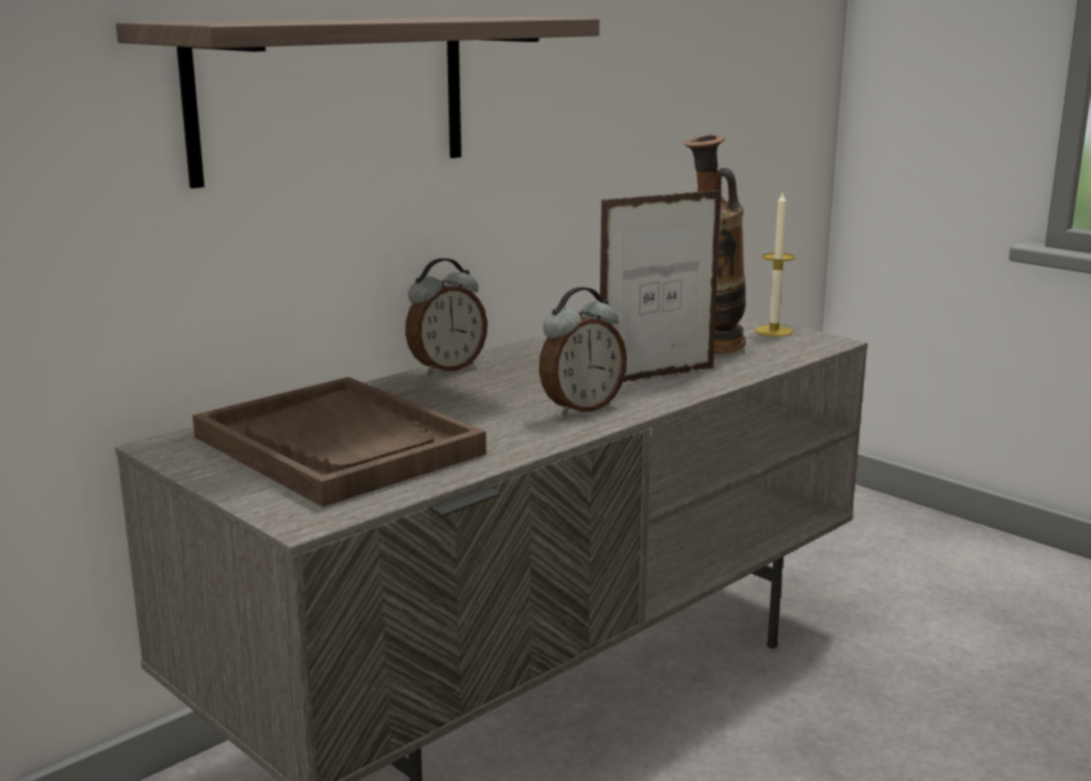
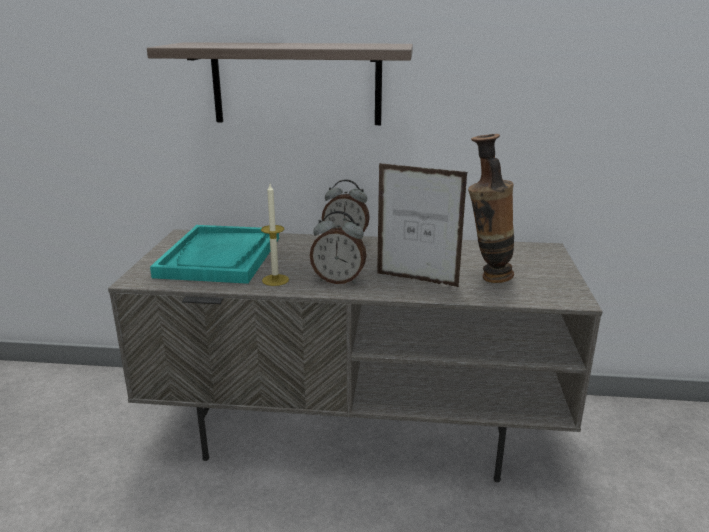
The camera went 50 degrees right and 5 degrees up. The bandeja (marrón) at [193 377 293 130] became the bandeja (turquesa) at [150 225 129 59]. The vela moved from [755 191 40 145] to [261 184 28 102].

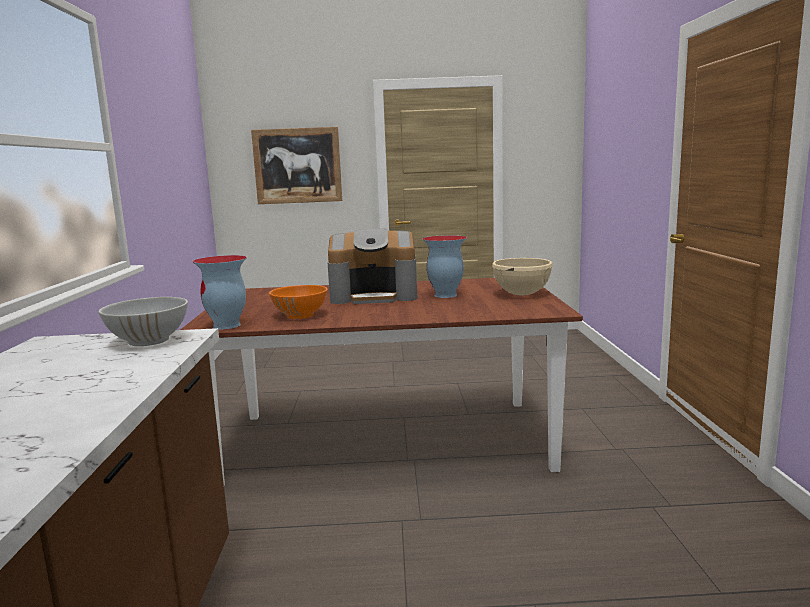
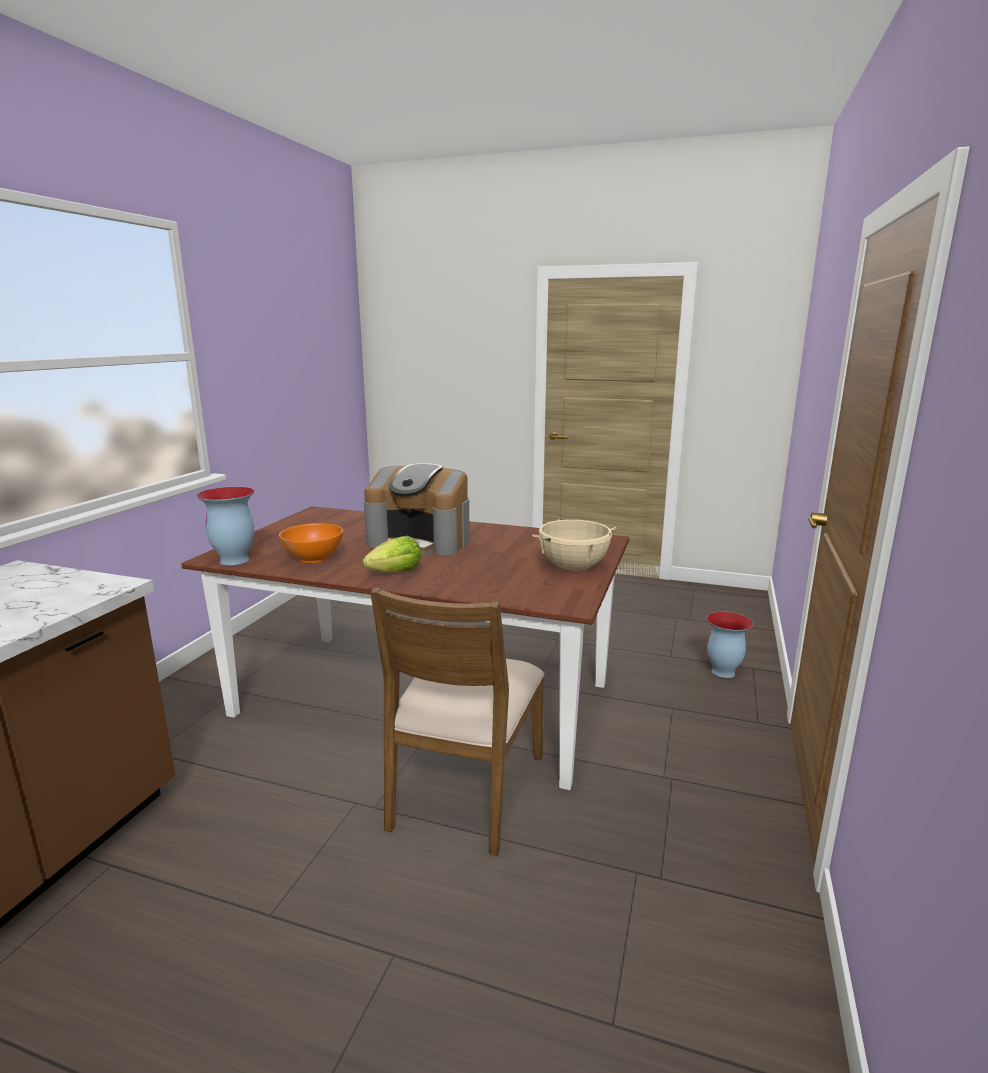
The camera went 20 degrees right and 5 degrees up. The cuenco (blanco) at [98 297 90 49] disappeared. The cuadro at [251 127 91 77] disappeared. The florero moved from [422 235 45 63] to [707 611 46 67]. The lechuga at [363 536 58 36] appeared. The silla (marrón) at [370 588 174 268] appeared.

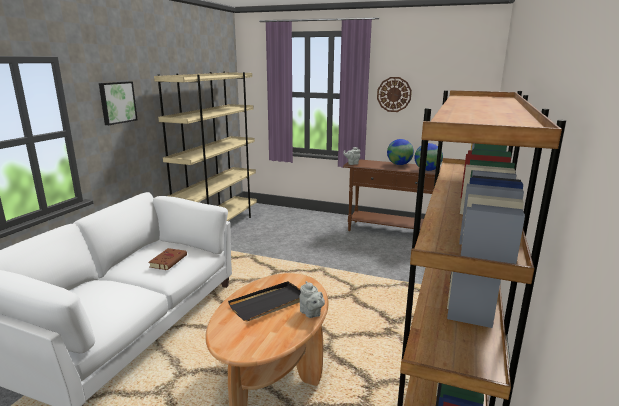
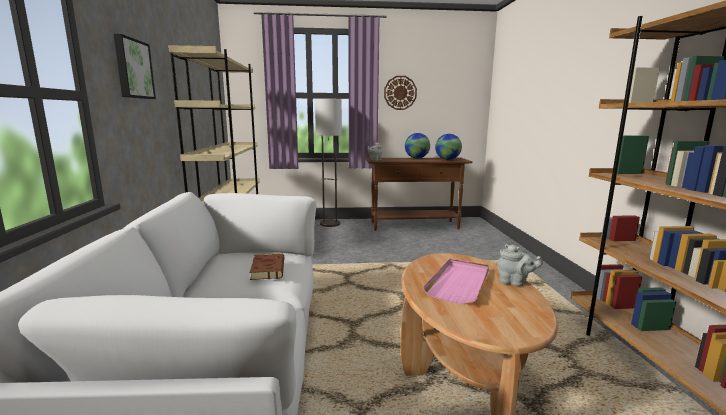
The camera went 25 degrees left and 5 degrees down. The bandeja (negro) at [228 281 73 41] became the bandeja (rosa) at [423 259 66 45]. The lámpara de pie at [315 98 27 129] appeared.

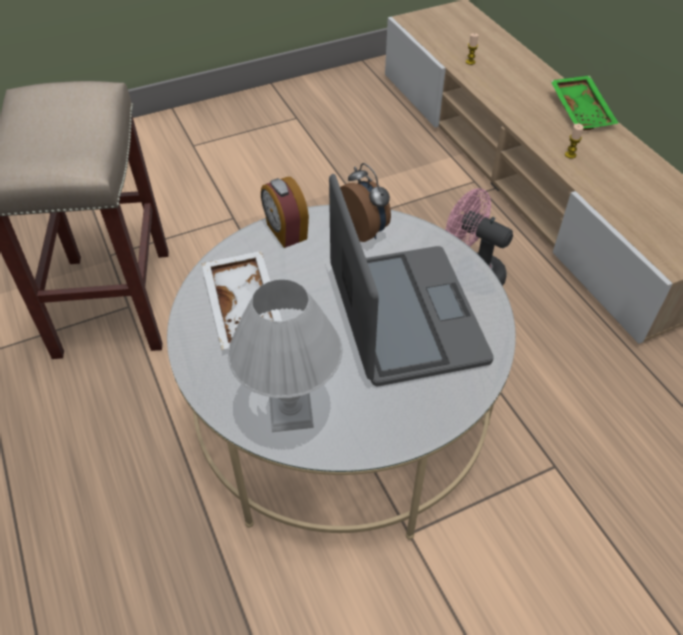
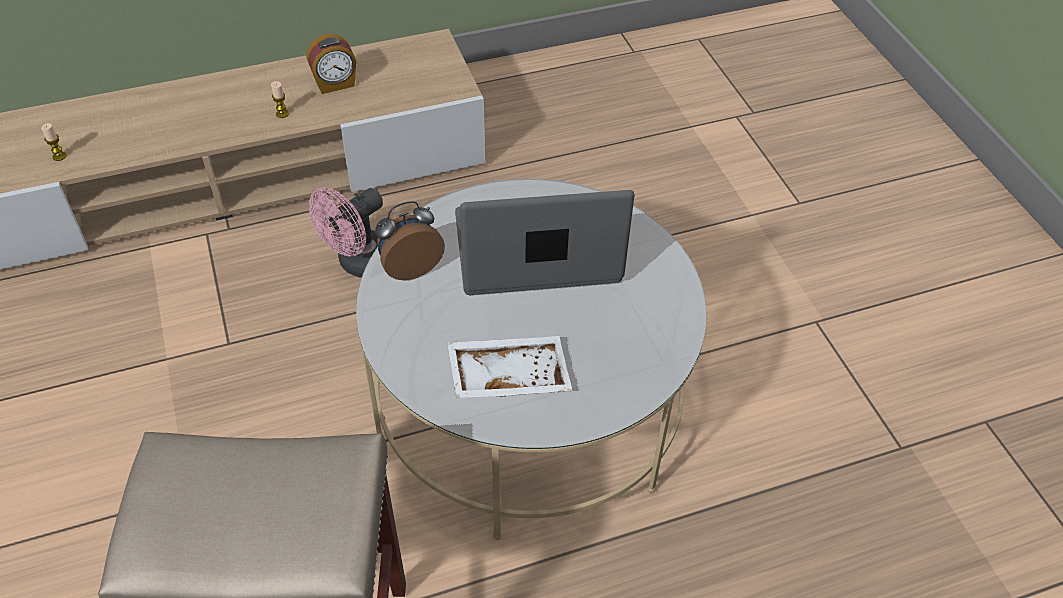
The camera went 85 degrees left and 0 degrees up. The lámpara de mesa (blanco) at [228 279 114 153] disappeared. The despertador moved from [261 177 48 71] to [306 34 50 60]. The bandeja (verde) at [550 75 68 55] disappeared.

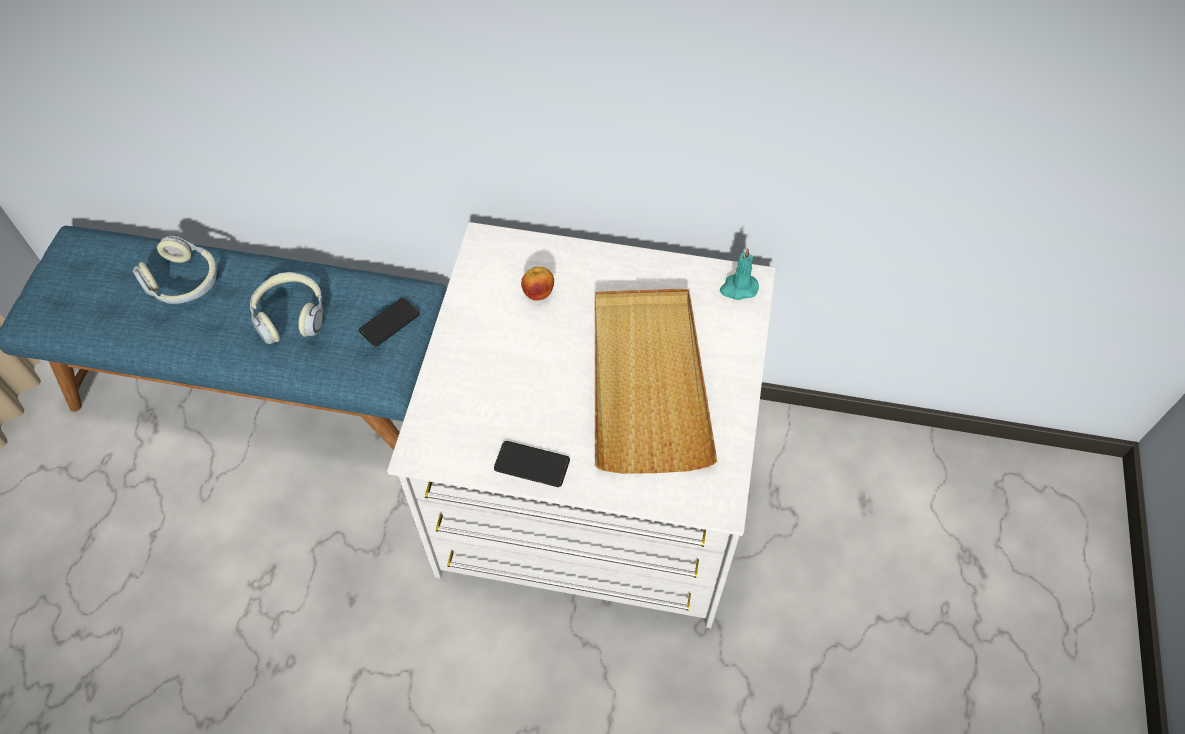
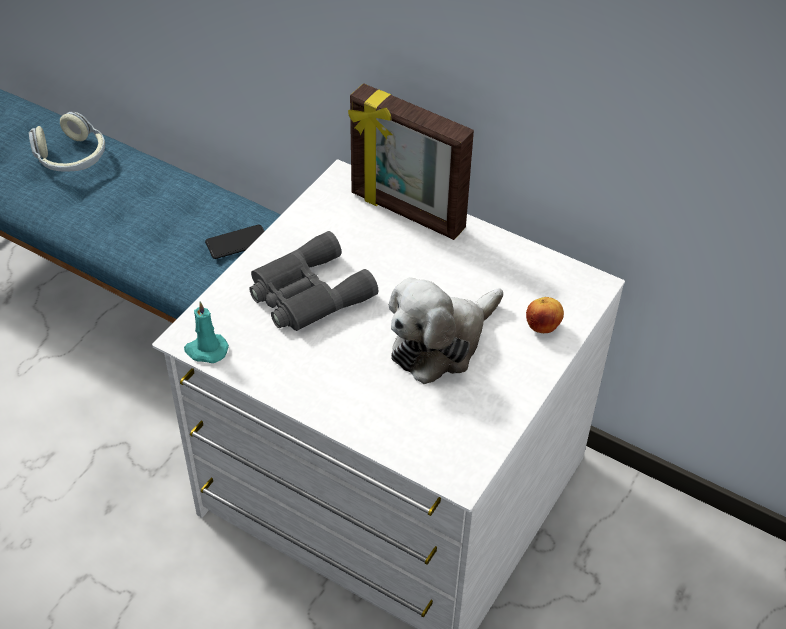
The camera went 20 degrees right and 10 degrees down. The auriculares at [250 272 73 72] disappeared. The móvil at [494 441 76 46] disappeared. The manzana moved from [521 267 33 34] to [526 297 38 36]. The bandeja (beis) at [595 289 122 185] was replaced by the peluche at [389 277 114 107]. The vela (turquesa) moved from [720 248 39 52] to [184 301 45 62]. The prismáticos (gris) at [250 231 128 100] appeared. The portarretratos at [348 83 126 157] appeared.

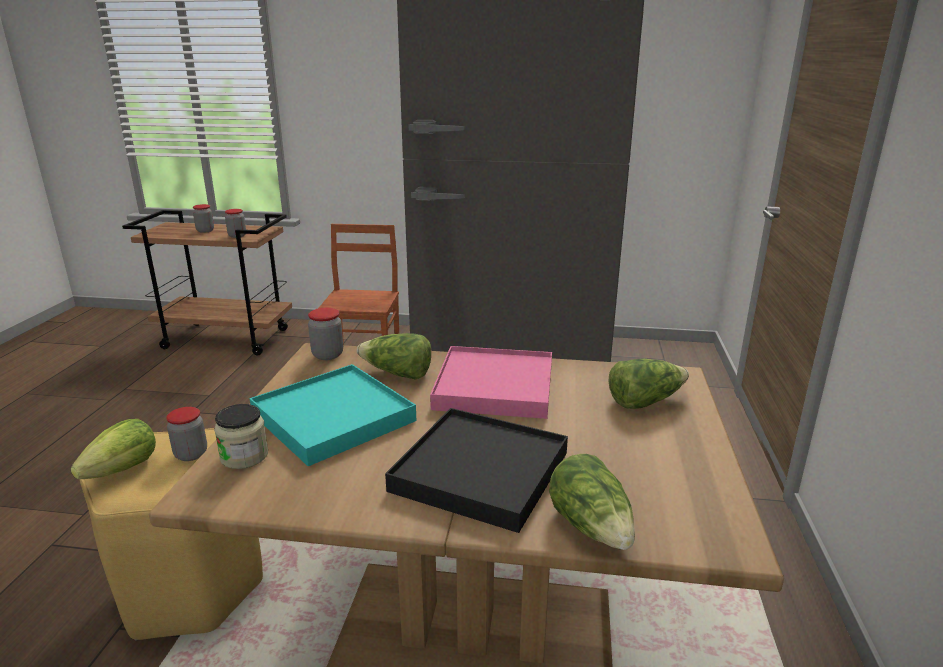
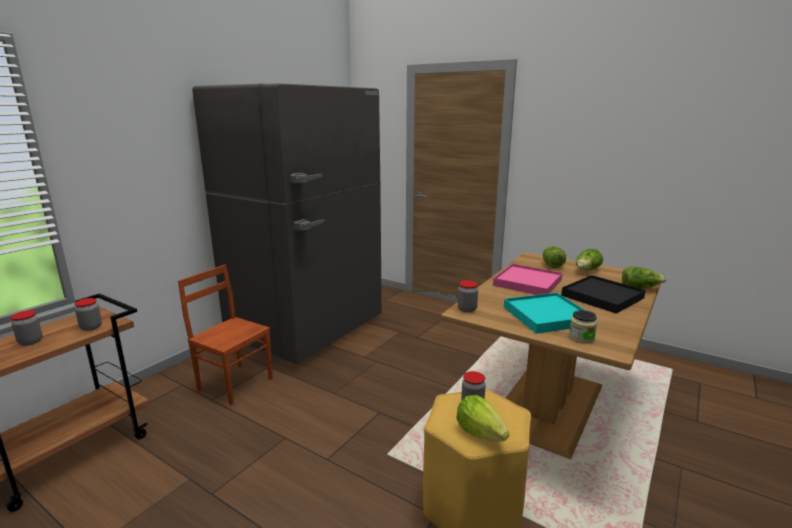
The camera went 65 degrees left and 5 degrees down. The lechuga moved from [357 333 74 47] to [576 249 27 21].

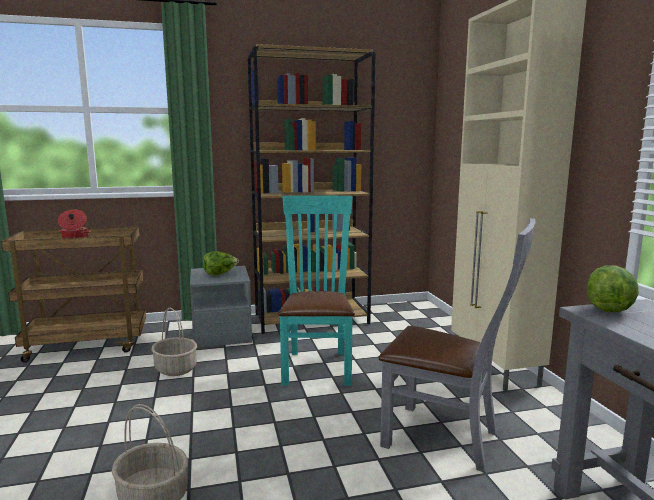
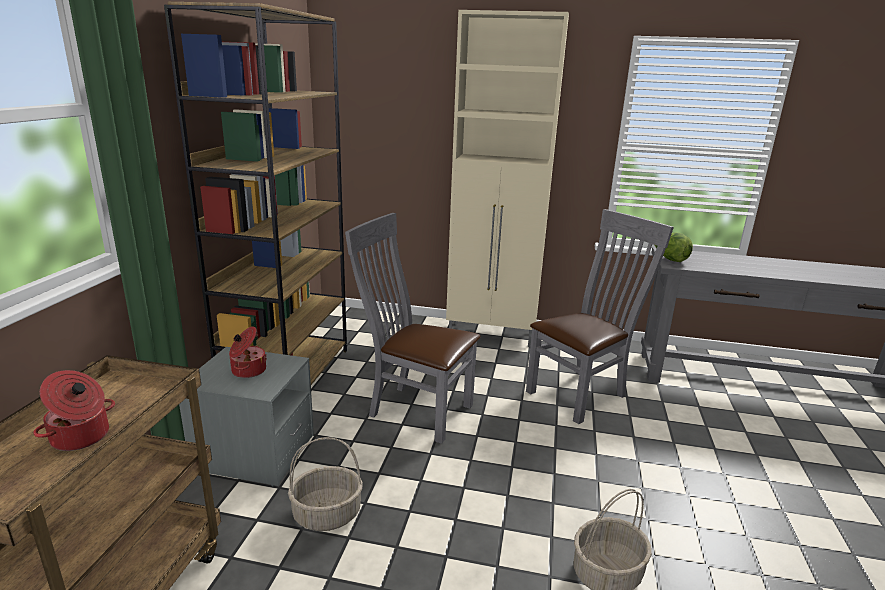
The camera went 65 degrees left and 10 degrees up. The lechuga at [203 251 36 25] was replaced by the olla at [229 327 38 51]. The silla (turquesa) at [278 196 77 190] became the silla (gris) at [345 213 136 231].

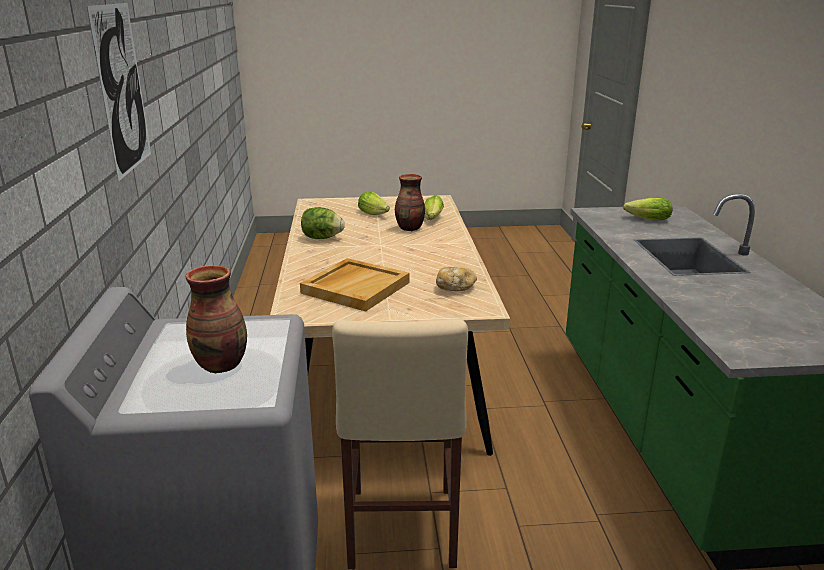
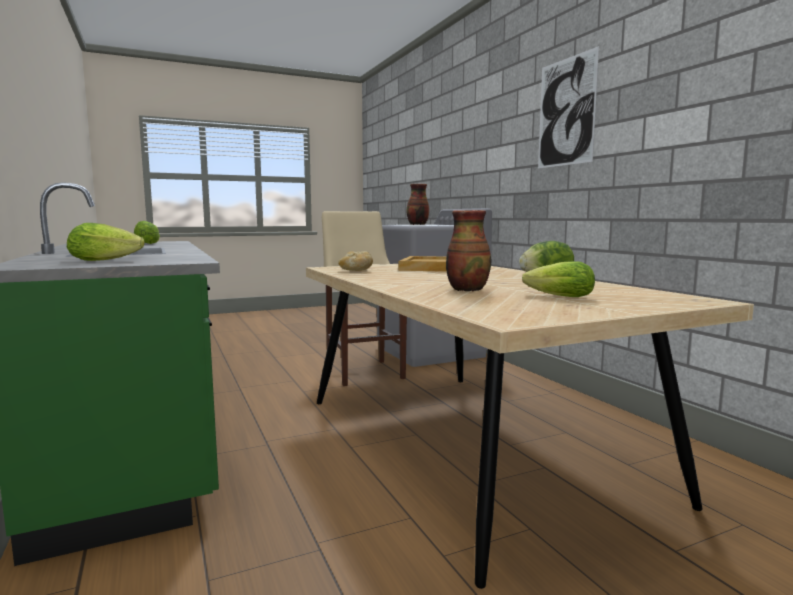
The camera went 160 degrees right and 15 degrees down. The lechuga moved from [424 195 20 25] to [134 221 26 23].

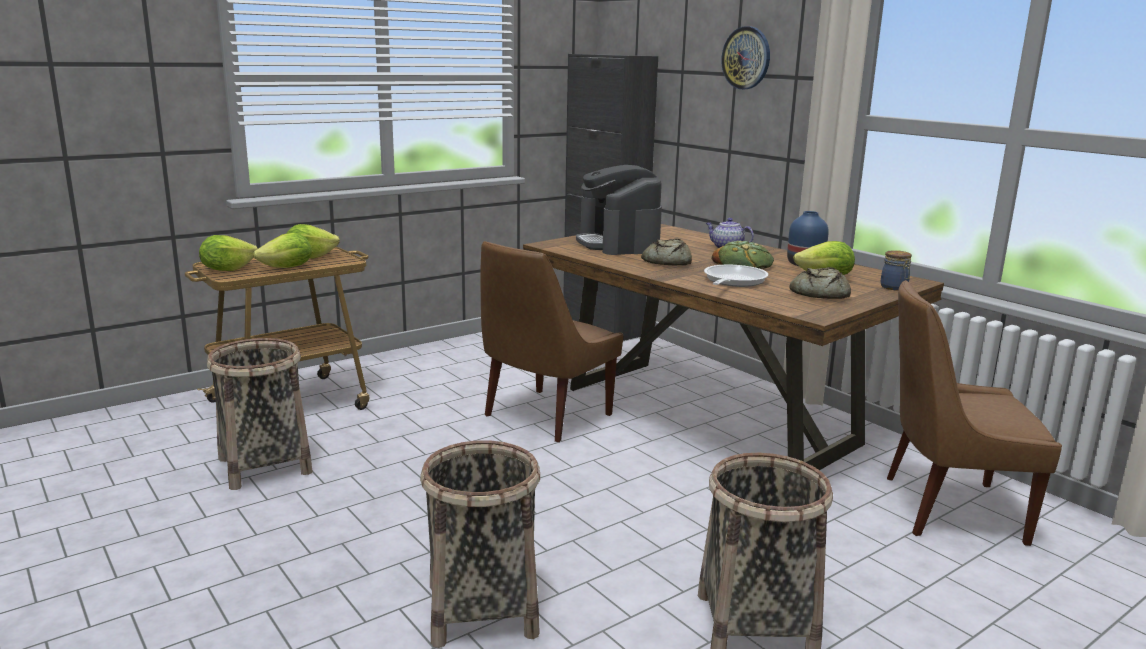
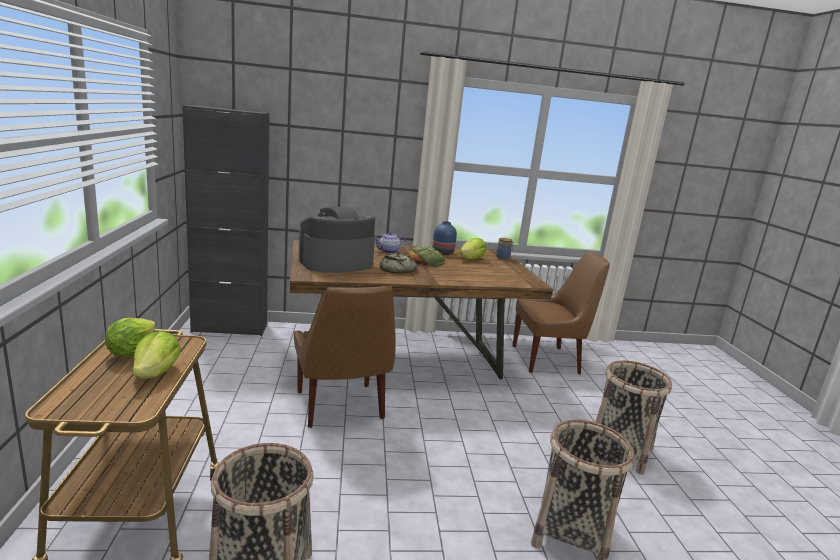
The camera went 60 degrees left and 0 degrees up. The lechuga at [199 235 59 36] disappeared. The cafetera at [576 165 86 90] turned 135 degrees clockwise. The sartén at [704 265 64 22] disappeared. The reloj de pared at [721 26 49 63] disappeared. The pan at [789 267 62 32] disappeared. The silla (marrón) at [887 280 175 266] turned 135 degrees counterclockwise.

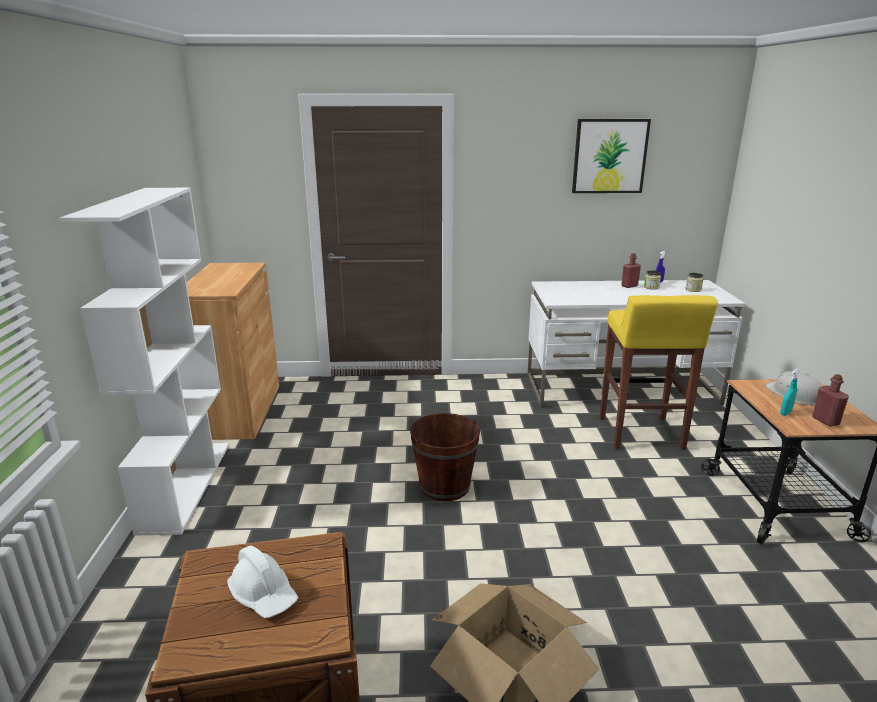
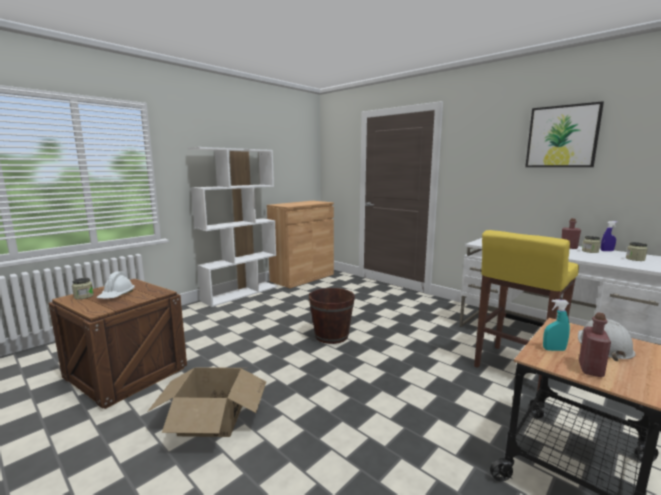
The camera went 45 degrees right and 10 degrees down. The tarro at [72 278 22 21] appeared.

